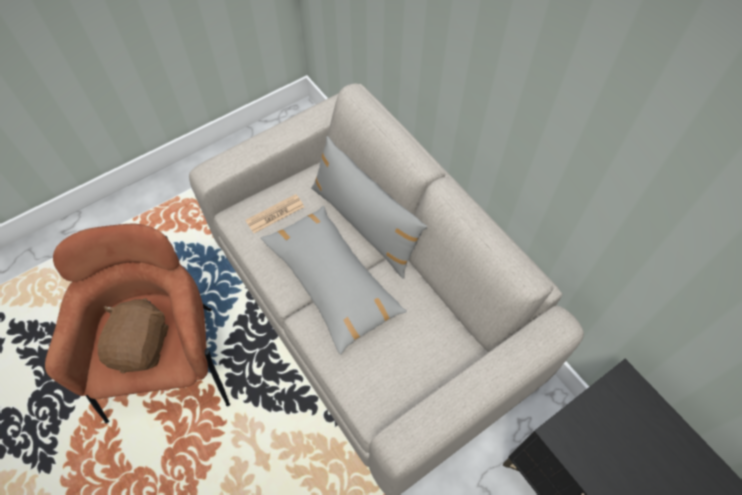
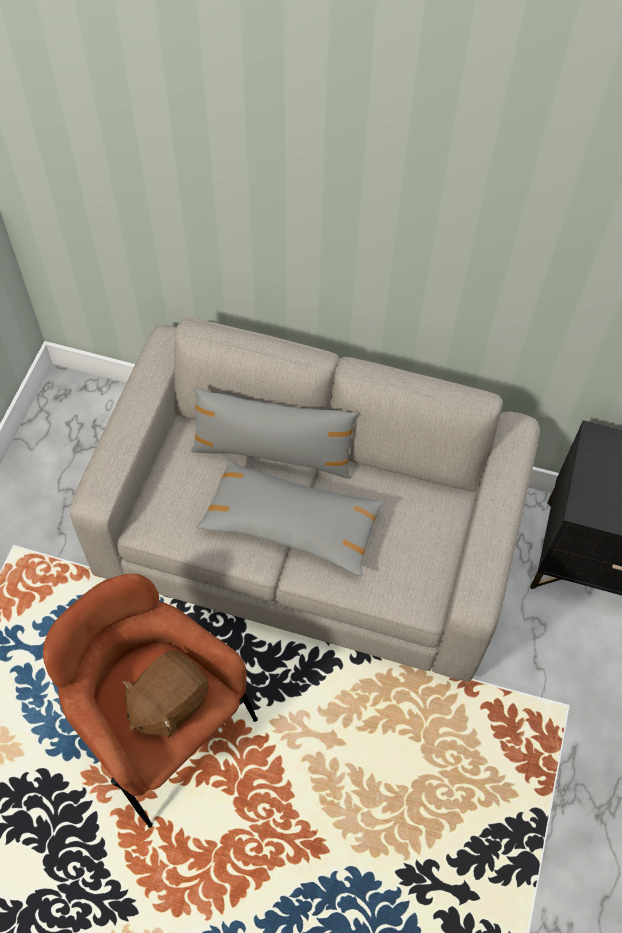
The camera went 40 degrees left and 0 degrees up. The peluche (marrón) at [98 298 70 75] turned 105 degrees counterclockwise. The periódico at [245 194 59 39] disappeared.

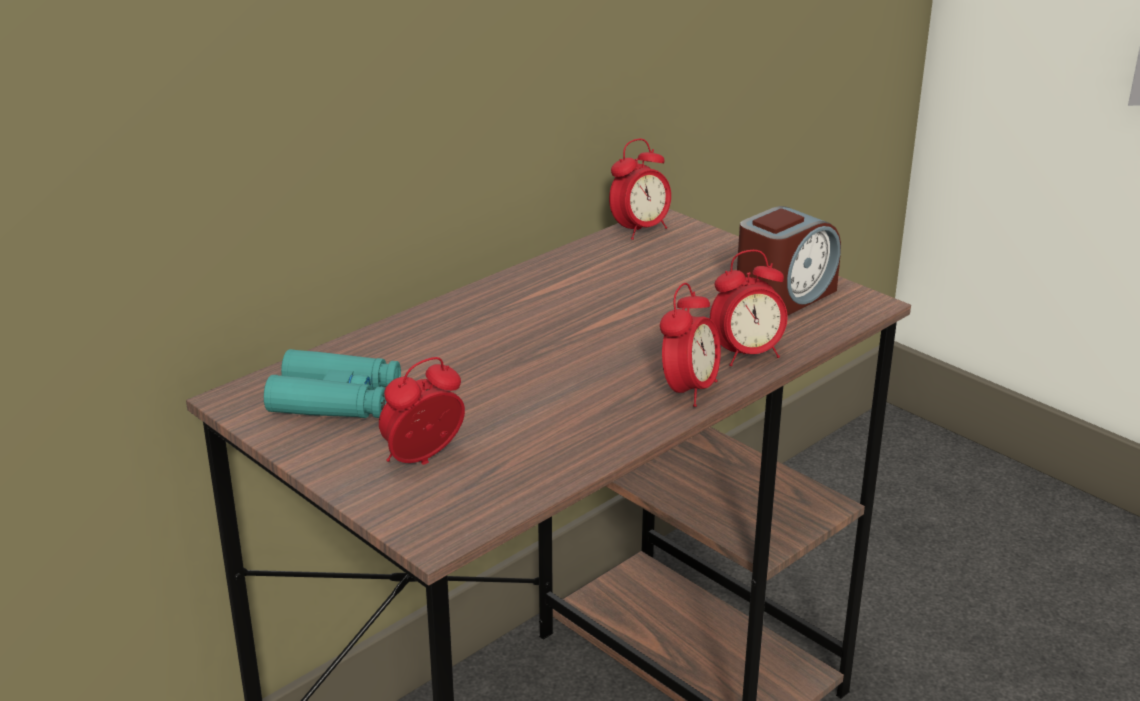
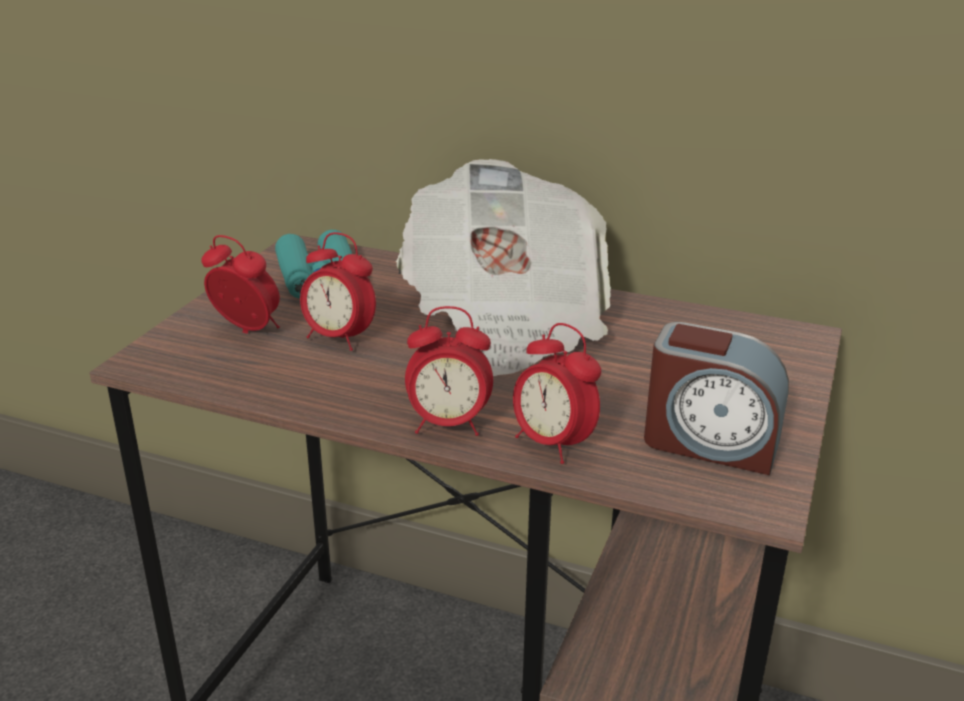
The camera went 65 degrees right and 0 degrees up. The despertador moved from [609 139 62 101] to [300 232 76 119]. The periódico at [396 159 215 217] appeared.

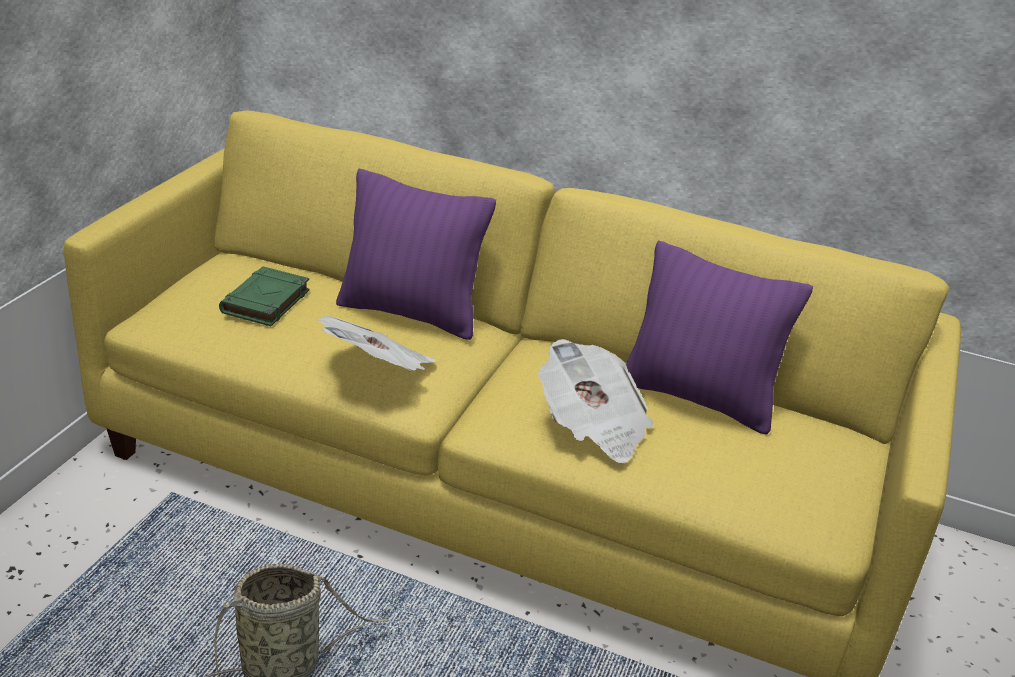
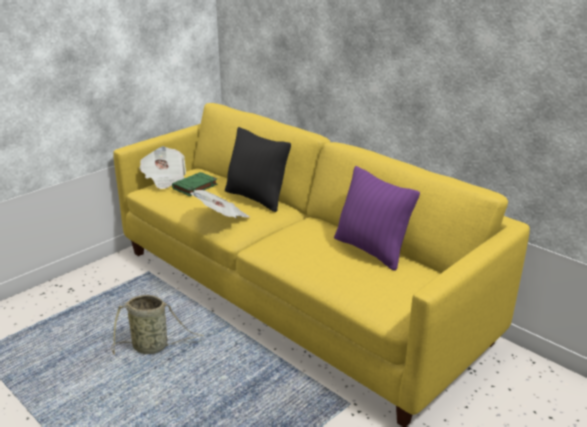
The camera went 25 degrees right and 5 degrees down. The cojín (morado) at [336 169 160 171] became the cojín (negro) at [225 127 66 85]. The periódico moved from [538 339 116 124] to [139 146 47 43].

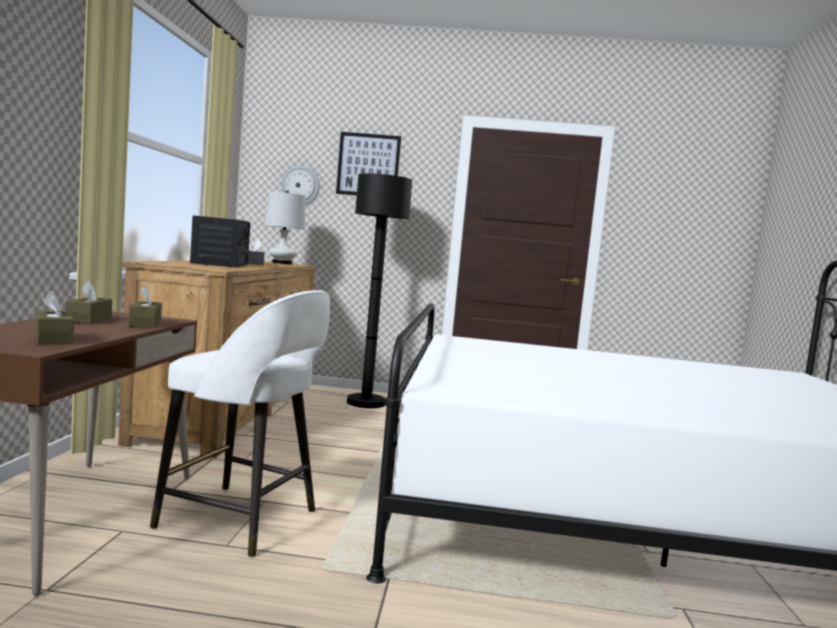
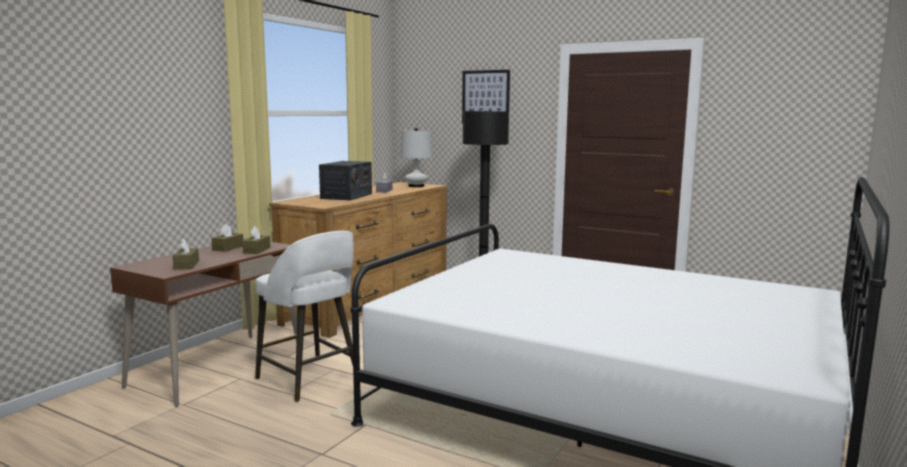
The camera went 25 degrees right and 5 degrees up. The reloj de pared at [281 166 39 39] disappeared.

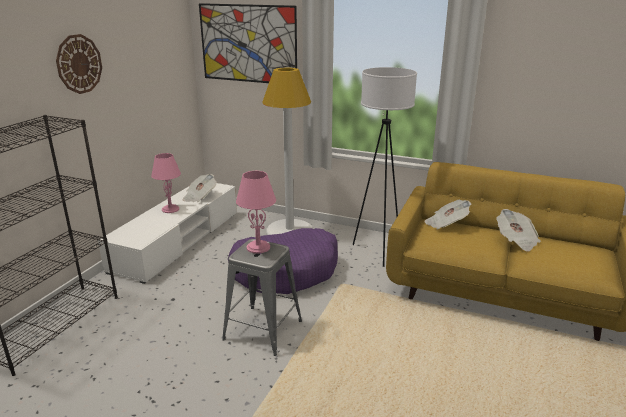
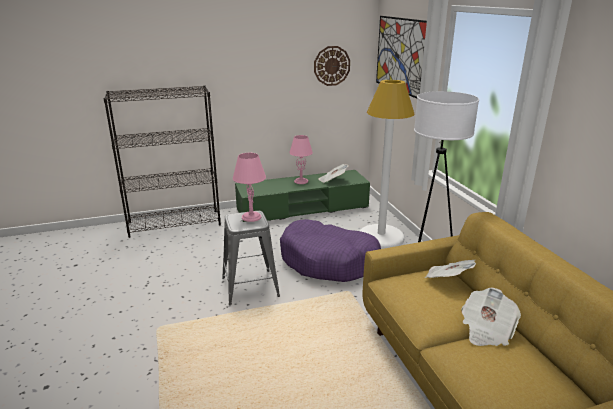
The camera went 50 degrees right and 0 degrees up. The reloj de pared moved from [56 34 46 60] to [314 46 36 40]. The mueble de televisión (blanco) at [98 183 139 101] became the mueble de televisión (verde) at [235 170 135 52].

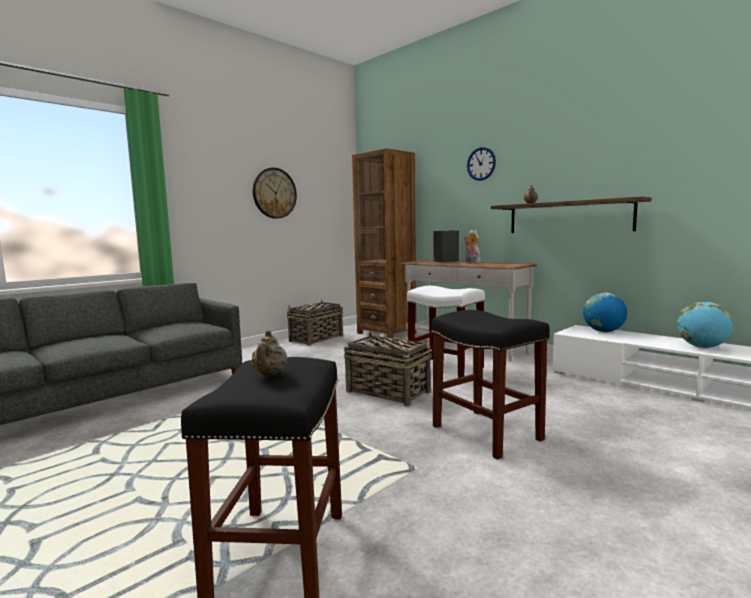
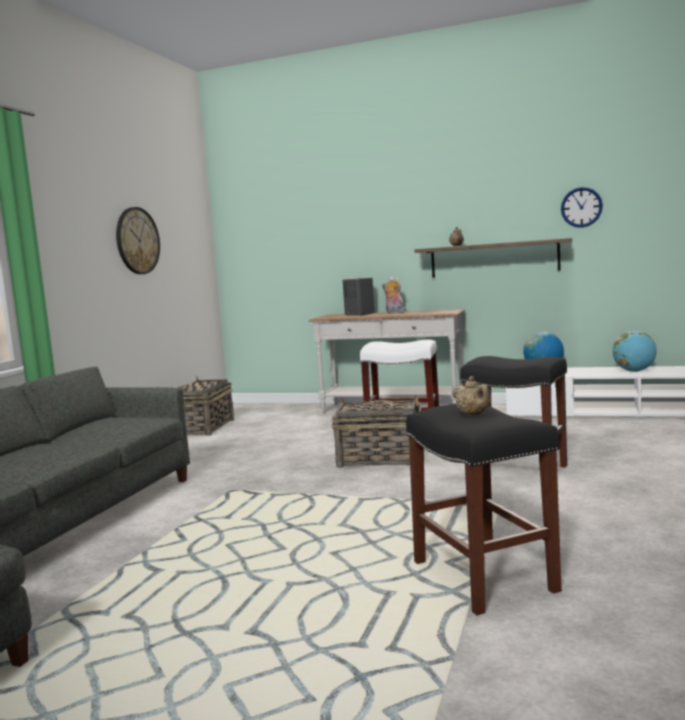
The camera went 25 degrees left and 0 degrees up. The estantería (marrón) at [352 148 65 190] disappeared. The reloj de pared moved from [467 147 29 34] to [561 187 42 41].

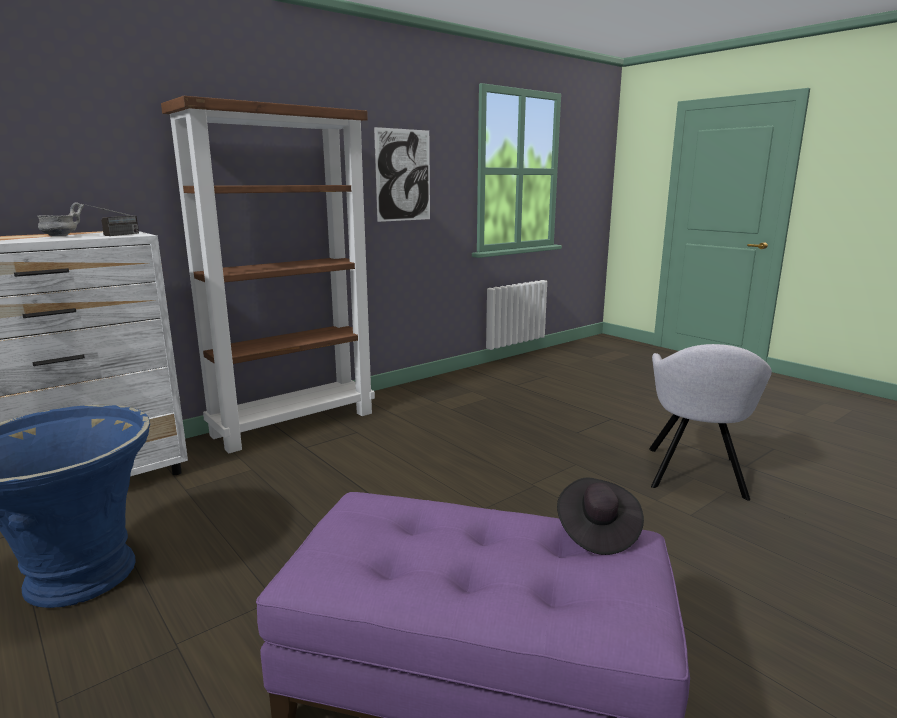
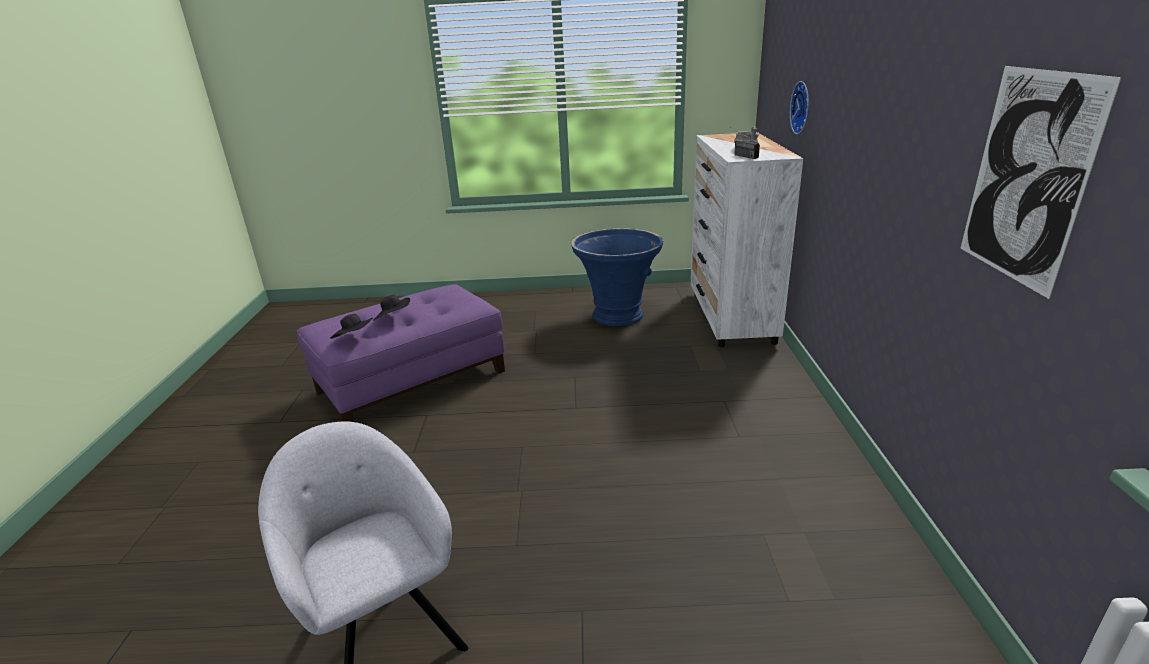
The camera went 130 degrees right and 10 degrees up. The estantería (marrón) at [161 96 214 357] disappeared. The sombrero (negro) at [373 295 37 26] appeared. The reloj de pared at [790 81 19 53] appeared.

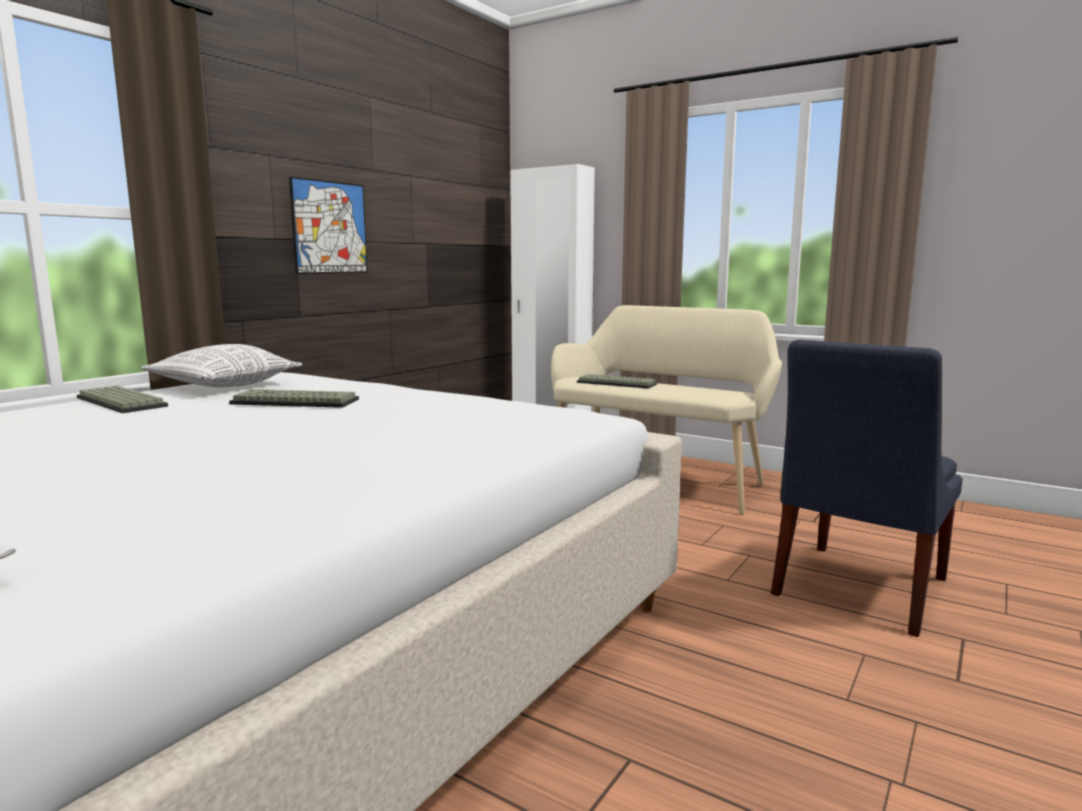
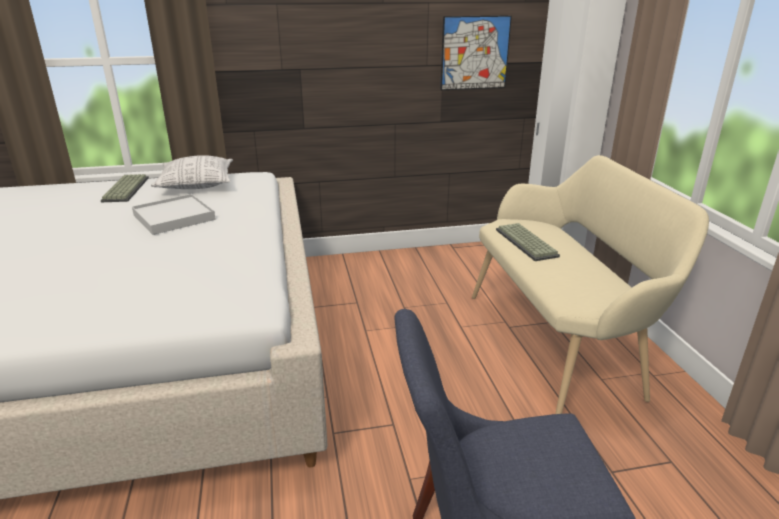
The camera went 45 degrees right and 15 degrees up. The teclado at [229 389 130 19] was replaced by the bandeja (blanco) at [132 194 84 41]. The cuadro moved from [289 177 79 97] to [440 15 72 75].

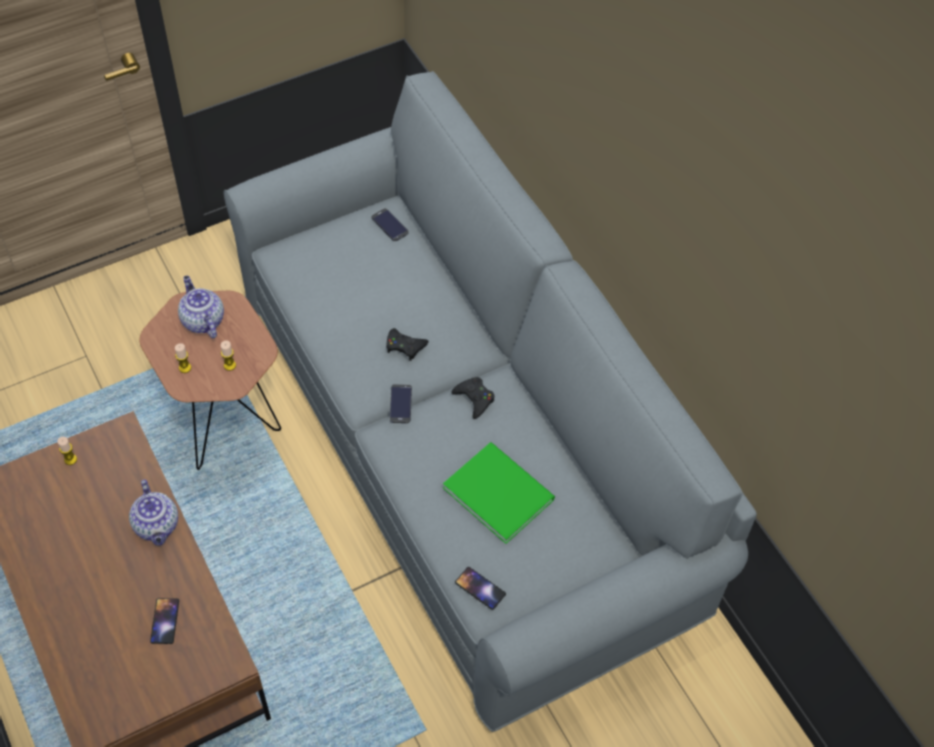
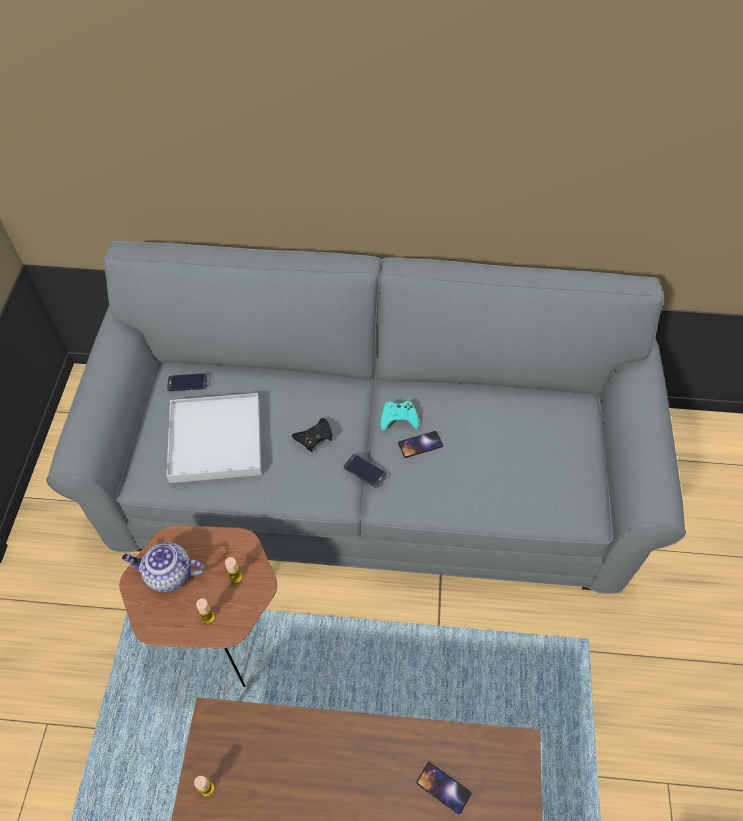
The camera went 55 degrees left and 0 degrees up. The tetera at [129 479 49 67] disappeared. The libro (verde) at [443 442 112 102] disappeared. The mando de consola (negro) at [451 377 44 42] became the mando de consola (turquesa) at [381 401 38 30]. The móvil moved from [455 567 51 43] to [398 431 45 27]. The bandeja (blanco) at [167 393 95 90] appeared.

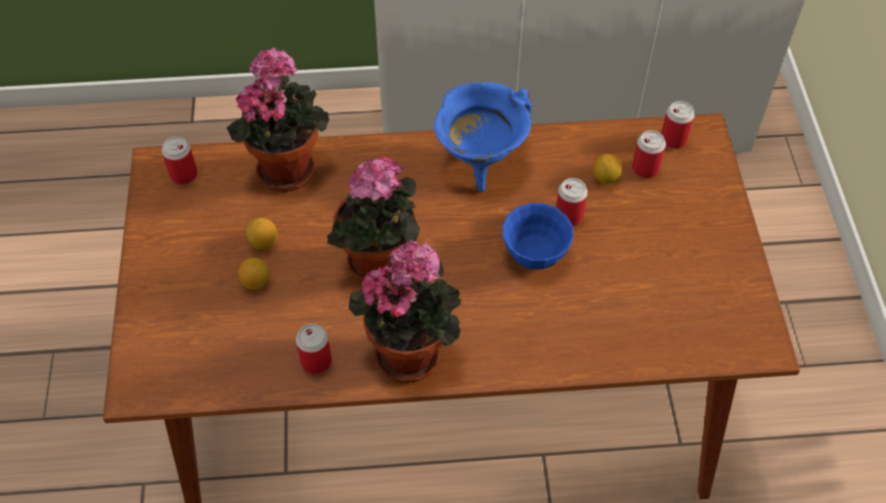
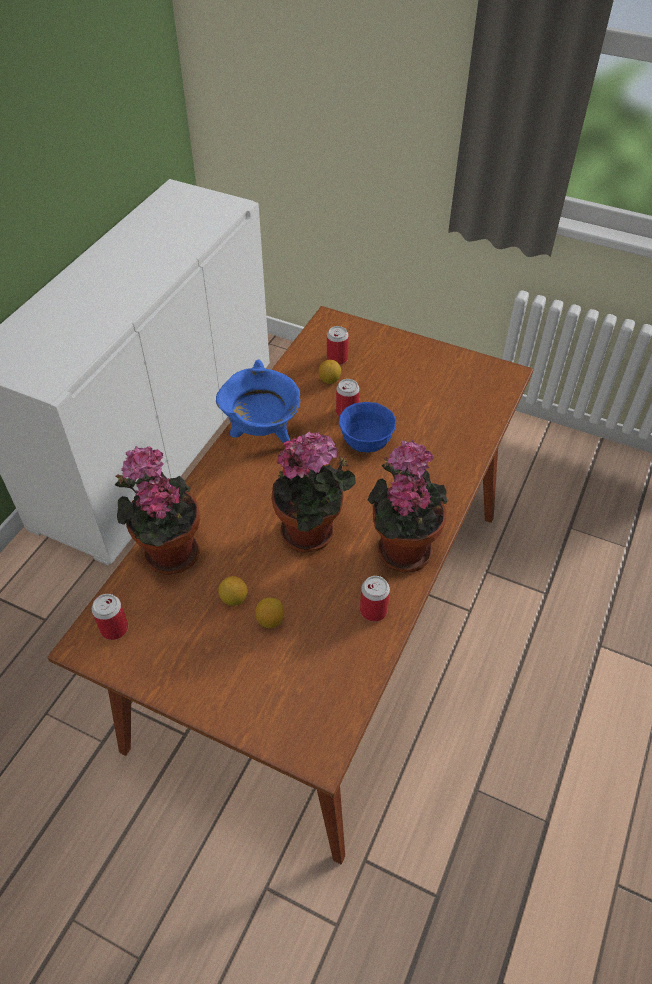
The camera went 60 degrees left and 5 degrees down. The lata at [661 101 34 48] disappeared.

